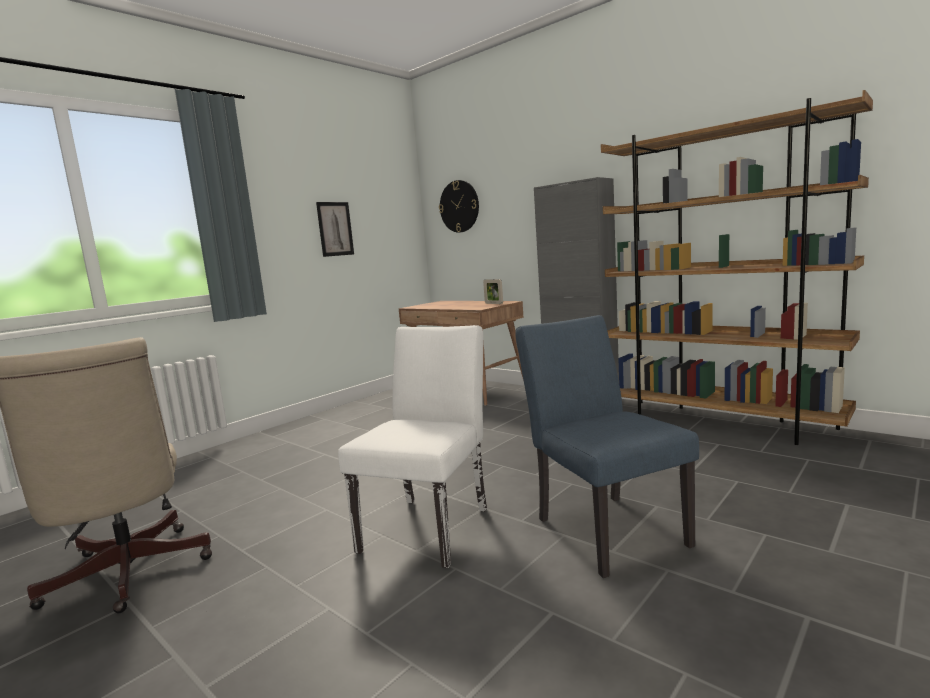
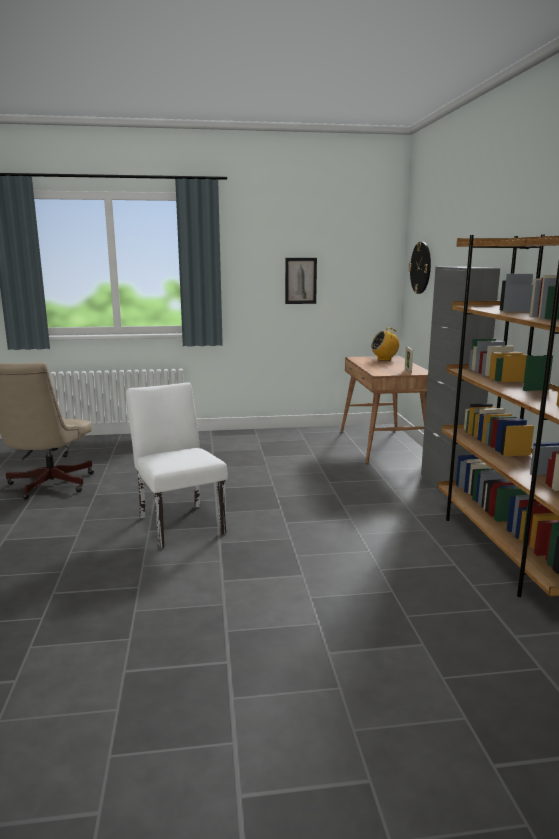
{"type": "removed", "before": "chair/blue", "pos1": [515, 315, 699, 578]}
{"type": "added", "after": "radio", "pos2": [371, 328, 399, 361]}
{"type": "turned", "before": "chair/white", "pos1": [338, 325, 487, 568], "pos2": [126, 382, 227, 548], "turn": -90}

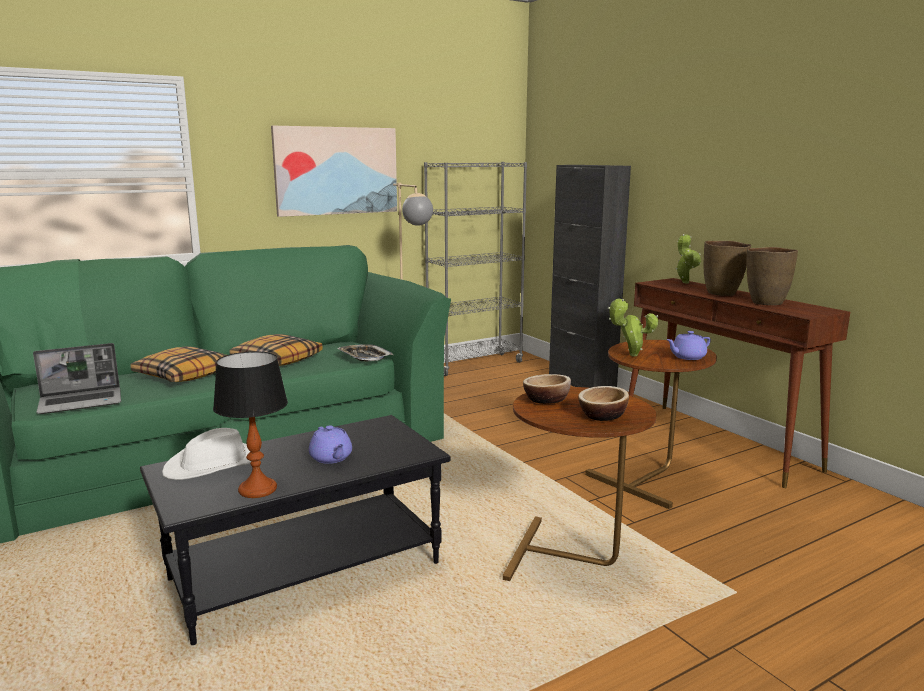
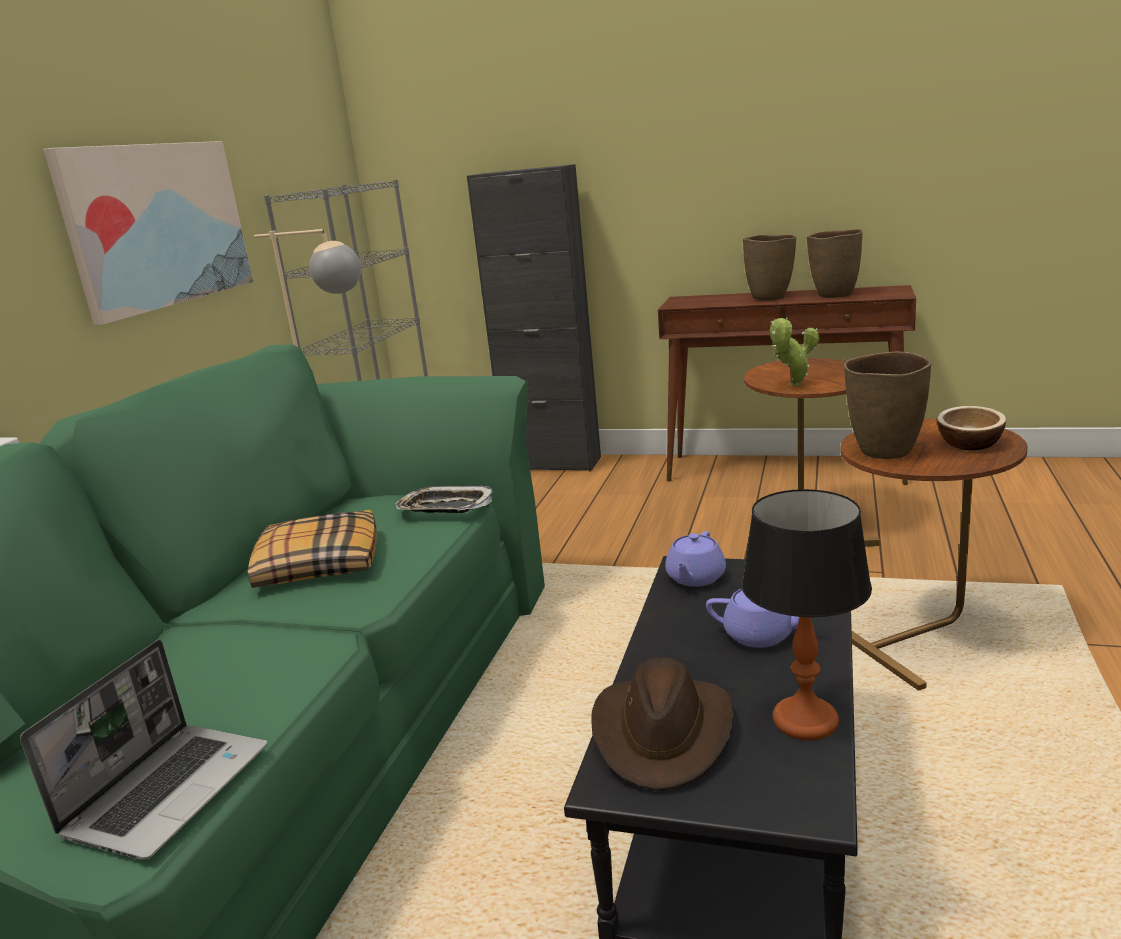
{"type": "removed", "before": "pillow", "pos1": [130, 347, 226, 382]}
{"type": "removed", "before": "potted plant", "pos1": [676, 234, 701, 283]}
{"type": "moved", "before": "teapot/purple", "pos1": [667, 331, 711, 360], "pos2": [665, 531, 726, 587]}
{"type": "replaced", "before": "bowl", "after": "vase/brown", "pos1": [523, 374, 571, 404], "pos2": [844, 352, 931, 459]}
{"type": "recoloured", "before": "hat/white", "after": "hat/brown", "pos1": [162, 428, 251, 480], "pos2": [591, 657, 734, 791]}

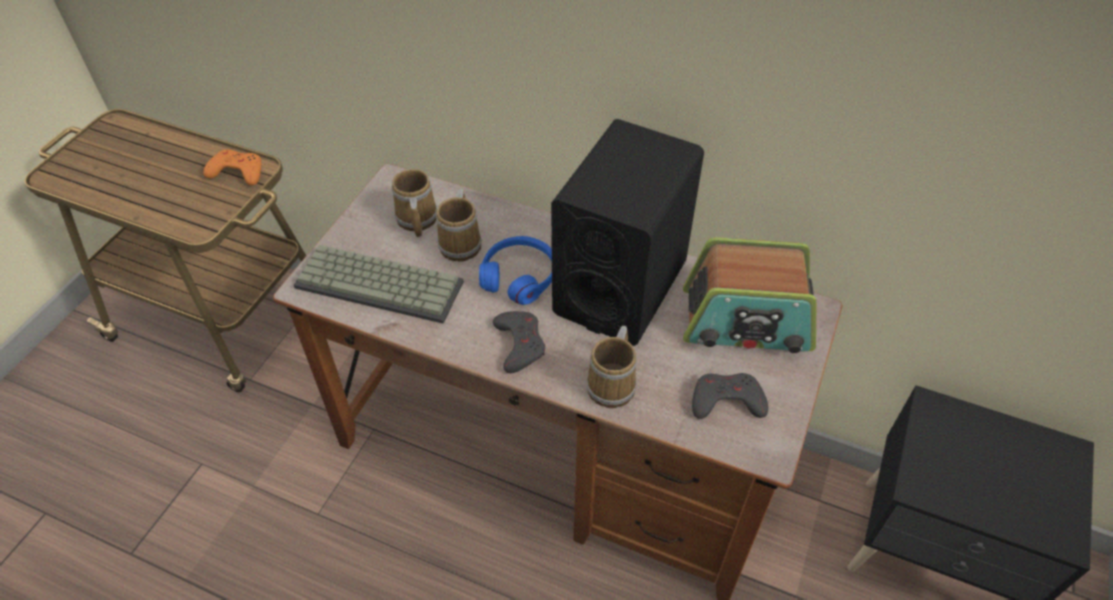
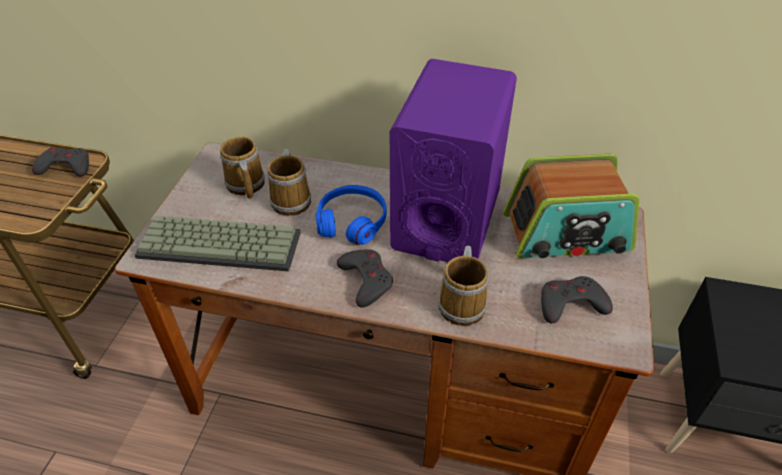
{"type": "recoloured", "before": "game controller/orange", "after": "game controller/grey", "pos1": [203, 150, 261, 185], "pos2": [32, 147, 89, 176]}
{"type": "recoloured", "before": "speaker/black", "after": "speaker/purple", "pos1": [551, 119, 704, 346], "pos2": [390, 59, 517, 262]}

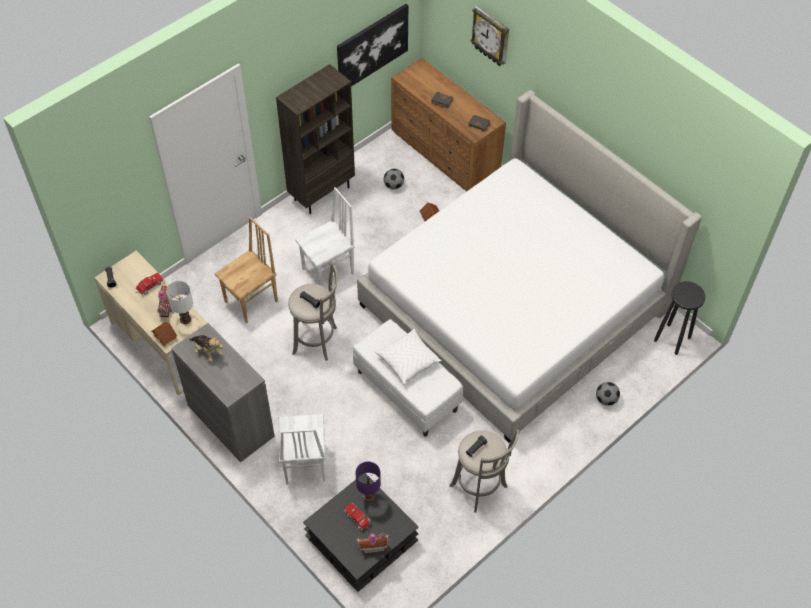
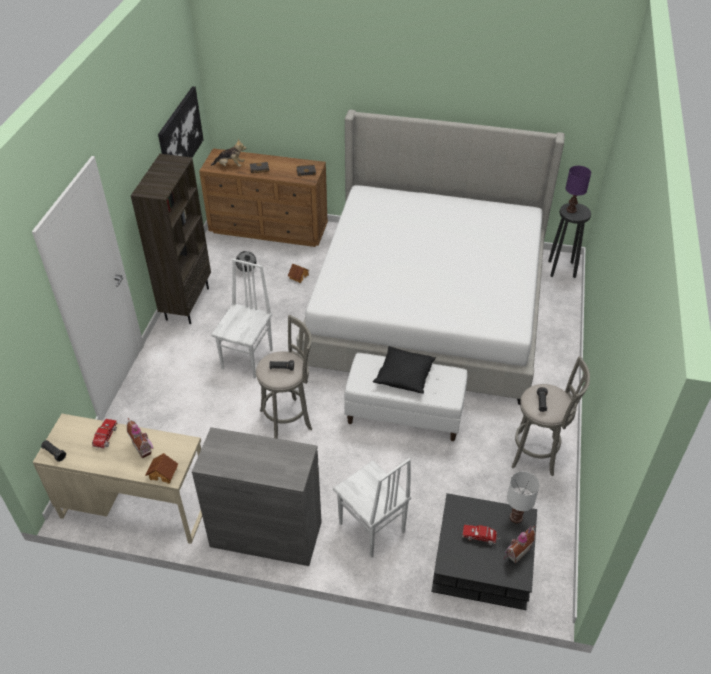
{"type": "removed", "before": "chair/brown", "pos1": [215, 217, 278, 324]}
{"type": "removed", "before": "wall clock", "pos1": [470, 6, 509, 66]}
{"type": "removed", "before": "football", "pos1": [596, 382, 620, 406]}
{"type": "moved", "before": "table lamp/white", "pos1": [166, 281, 193, 324], "pos2": [507, 471, 540, 523]}
{"type": "moved", "before": "plush toy", "pos1": [189, 335, 223, 362], "pos2": [211, 139, 246, 167]}
{"type": "moved", "before": "table lamp/purple", "pos1": [355, 462, 381, 502], "pos2": [565, 166, 591, 213]}
{"type": "recoloured", "before": "pillow/white", "after": "pillow/black", "pos1": [375, 329, 442, 385], "pos2": [373, 346, 436, 394]}

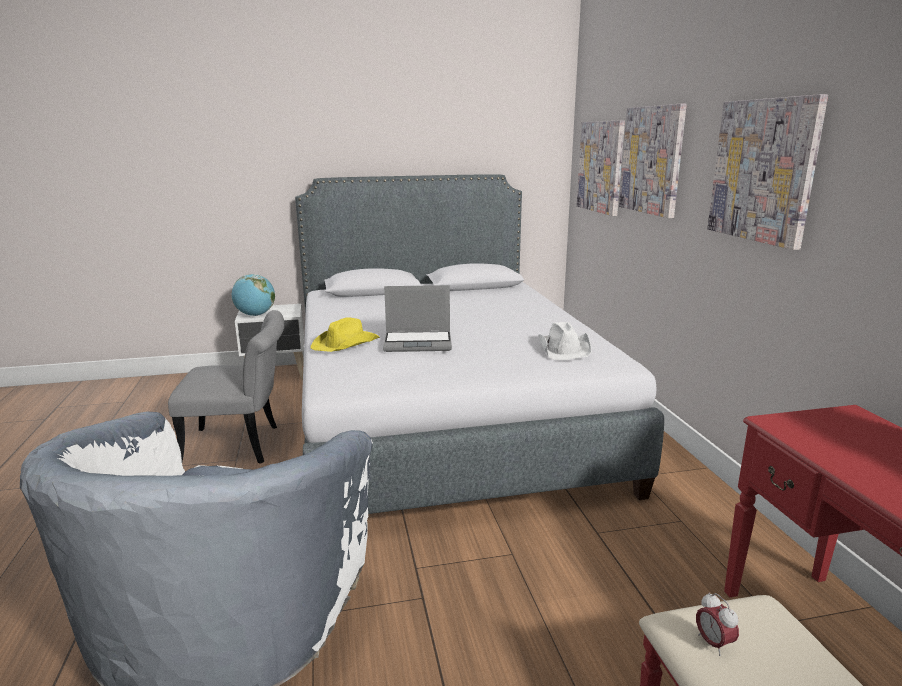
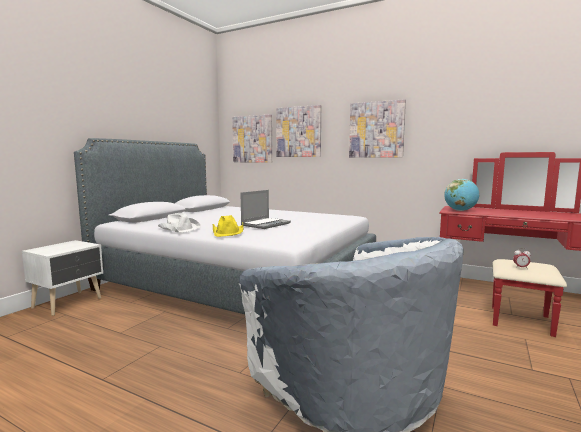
{"type": "removed", "before": "chair/grey", "pos1": [168, 310, 284, 464]}
{"type": "moved", "before": "globe", "pos1": [232, 274, 275, 316], "pos2": [444, 179, 479, 211]}
{"type": "moved", "before": "hat/white", "pos1": [538, 322, 591, 360], "pos2": [158, 213, 201, 233]}

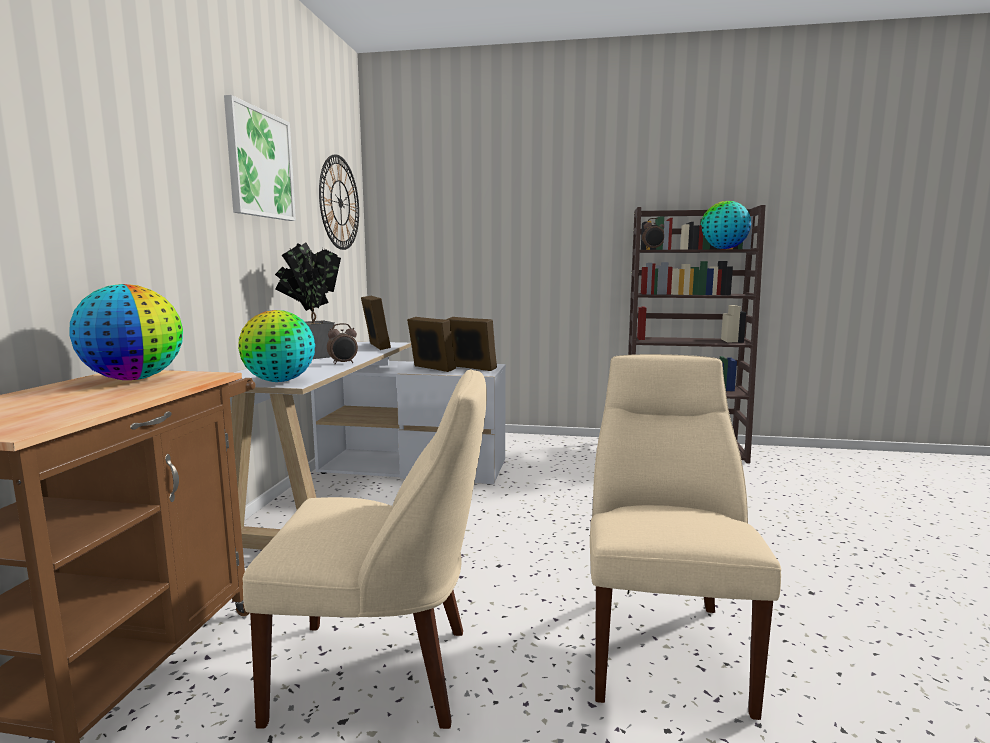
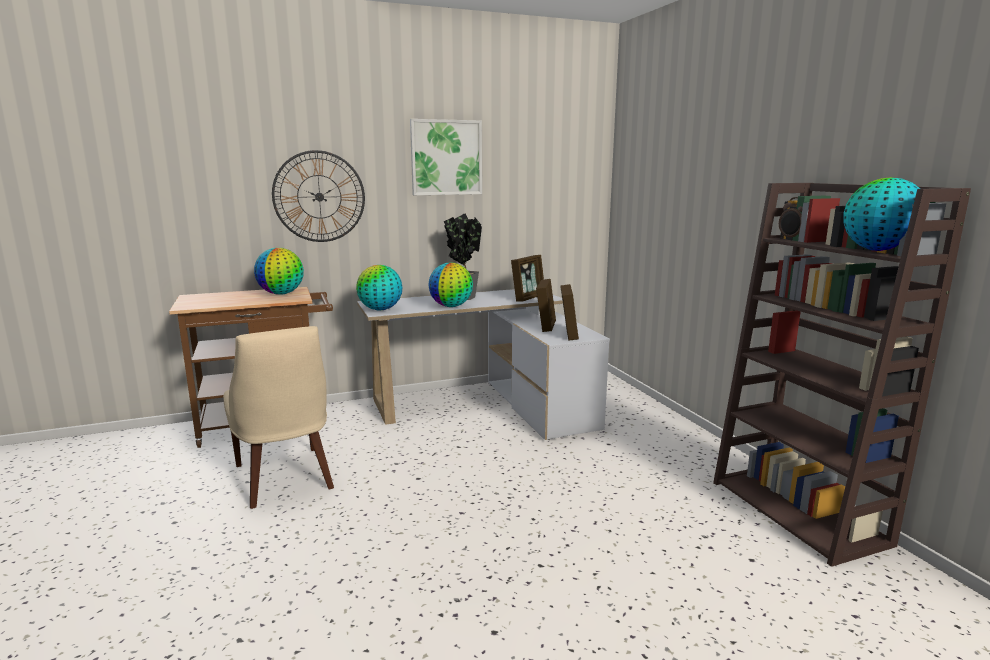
{"type": "removed", "before": "chair/beige", "pos1": [590, 354, 781, 720]}
{"type": "moved", "before": "wall clock", "pos1": [319, 154, 359, 250], "pos2": [272, 150, 365, 242]}
{"type": "replaced", "before": "alarm clock", "after": "globe", "pos1": [327, 323, 358, 365], "pos2": [428, 263, 473, 307]}

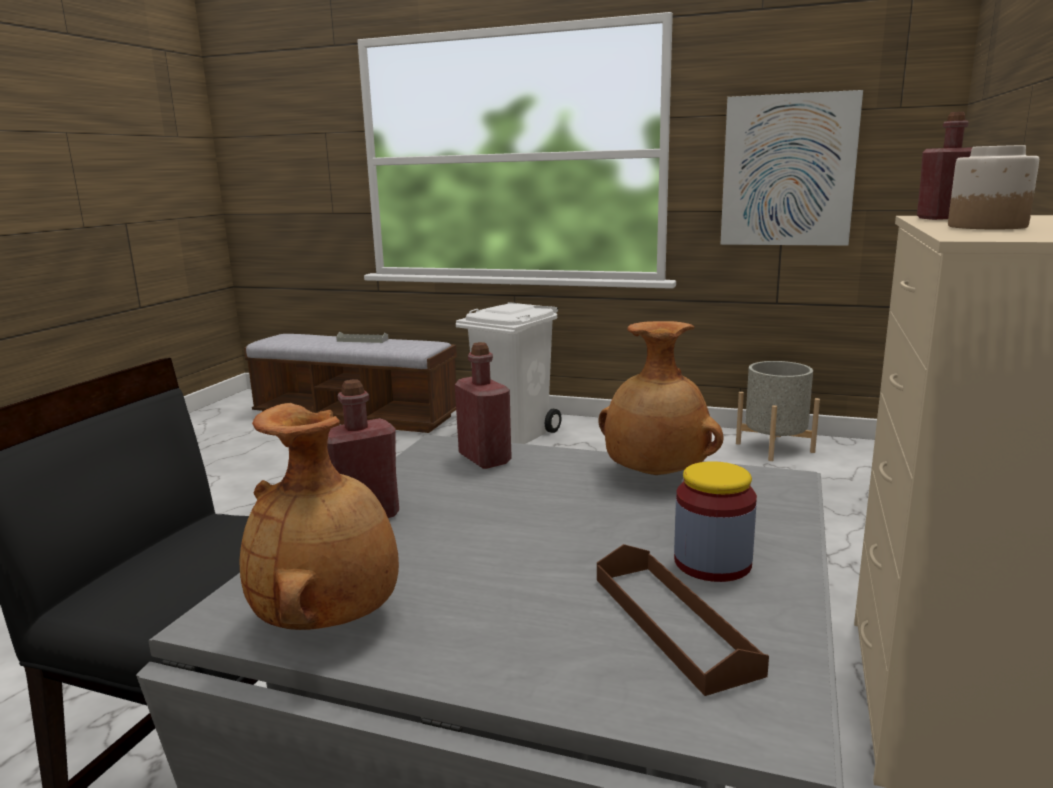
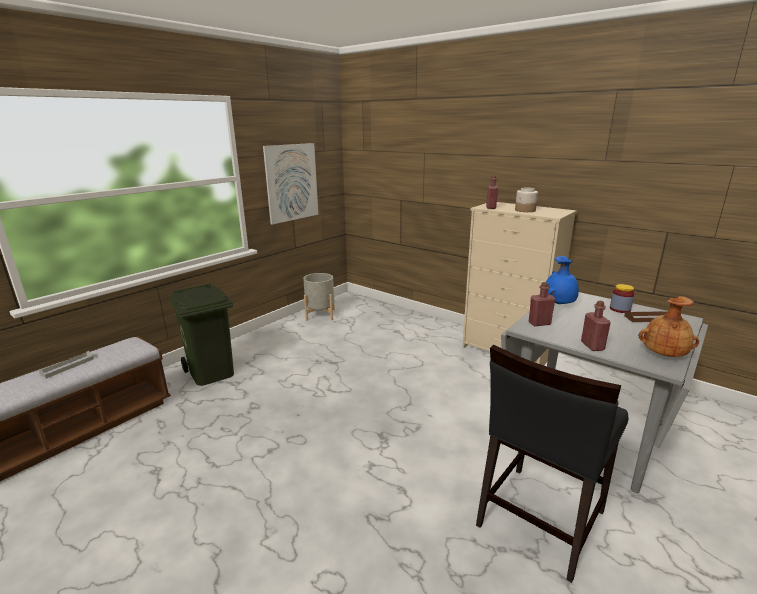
{"type": "recoloured", "before": "trash can/white", "after": "trash can/green", "pos1": [456, 302, 562, 444], "pos2": [169, 284, 234, 386]}
{"type": "recoloured", "before": "vase/brown", "after": "vase/blue", "pos1": [598, 321, 724, 475], "pos2": [546, 256, 579, 304]}

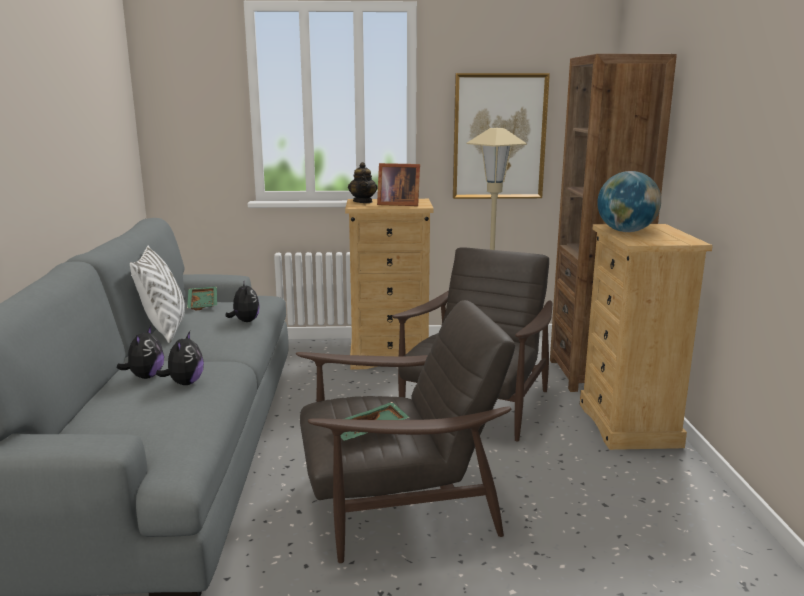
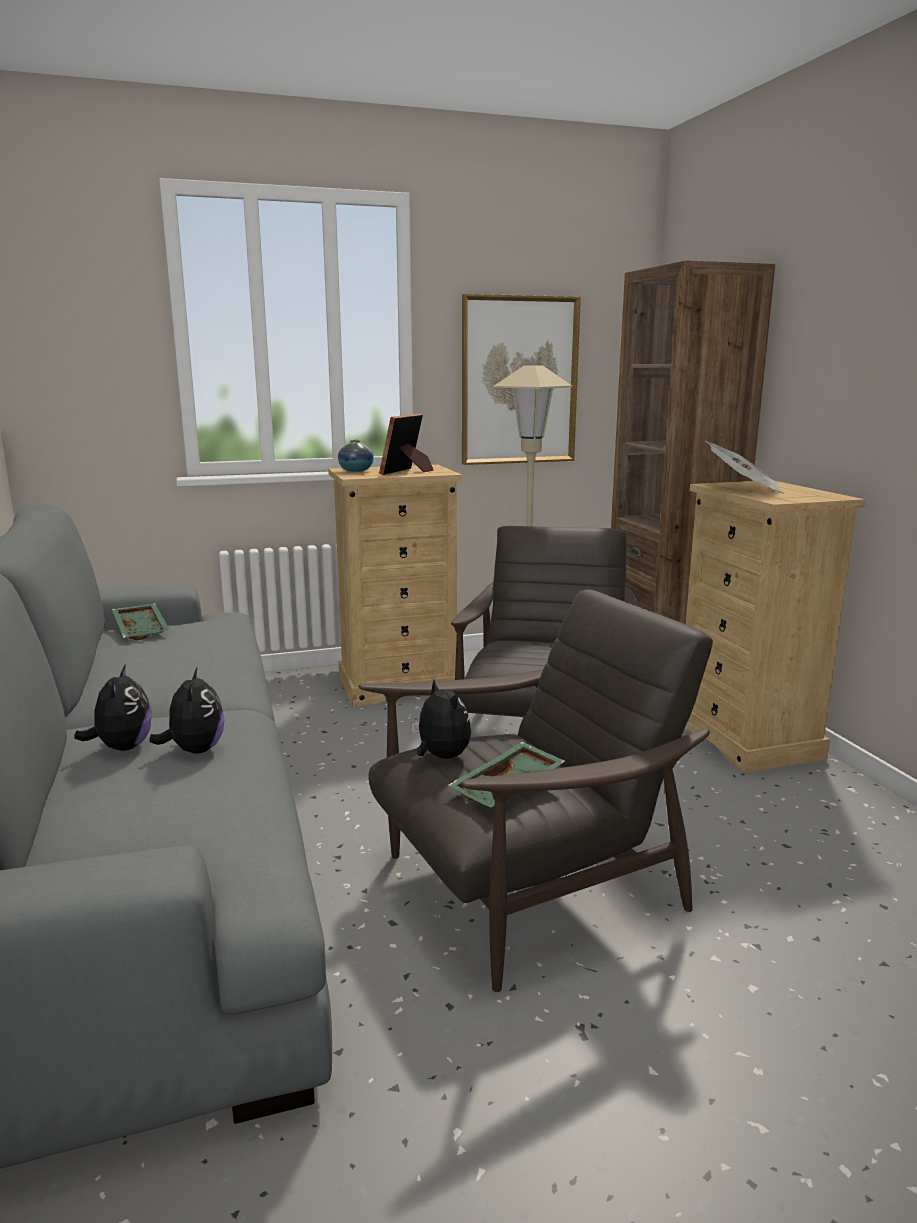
{"type": "removed", "before": "pillow/white", "pos1": [130, 245, 185, 343]}
{"type": "moved", "before": "plush toy", "pos1": [225, 283, 260, 322], "pos2": [412, 680, 471, 759]}
{"type": "replaced", "before": "teapot", "after": "vase", "pos1": [348, 162, 378, 203], "pos2": [338, 440, 374, 472]}
{"type": "replaced", "before": "globe", "after": "newspaper", "pos1": [597, 171, 661, 232], "pos2": [704, 440, 785, 494]}
{"type": "turned", "before": "picture frame", "pos1": [377, 163, 420, 206], "pos2": [379, 414, 433, 475], "turn": 120}

